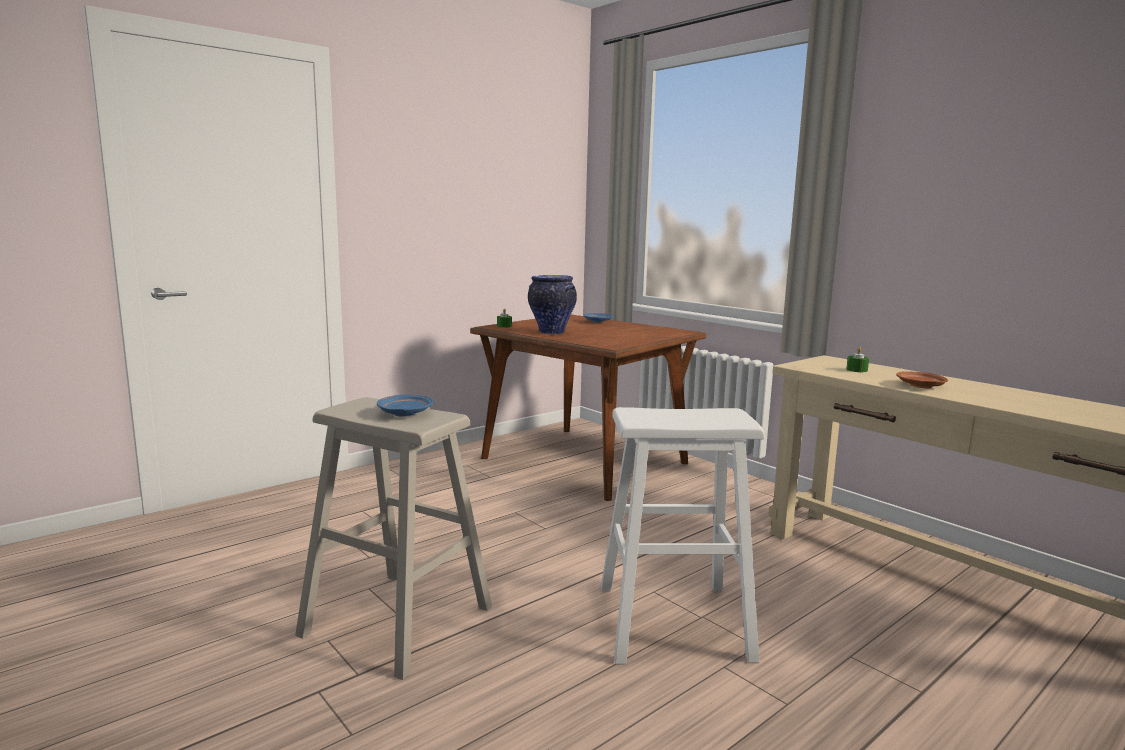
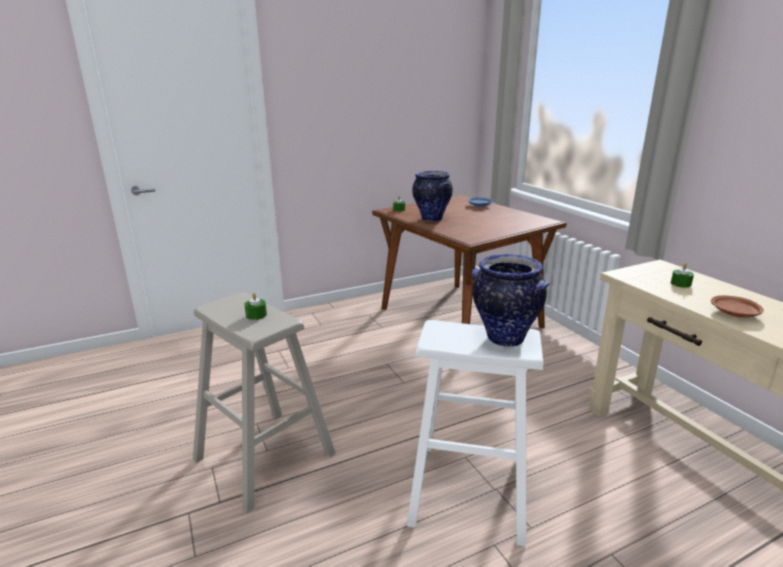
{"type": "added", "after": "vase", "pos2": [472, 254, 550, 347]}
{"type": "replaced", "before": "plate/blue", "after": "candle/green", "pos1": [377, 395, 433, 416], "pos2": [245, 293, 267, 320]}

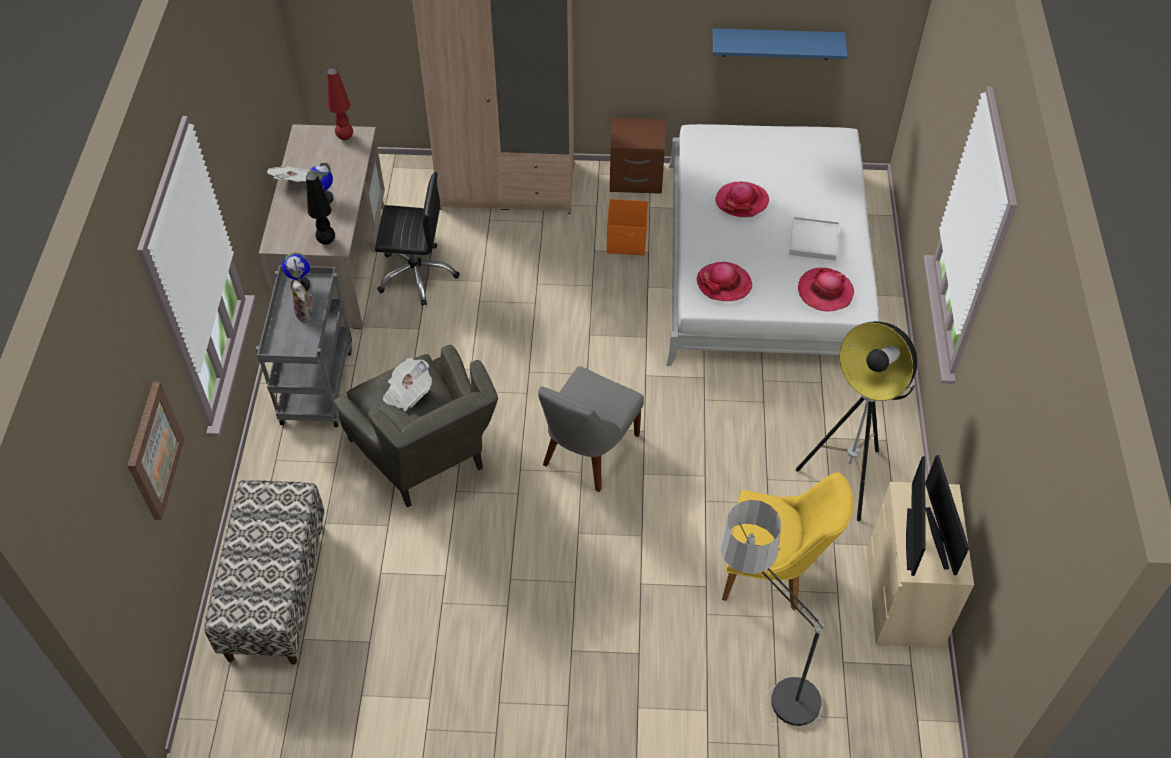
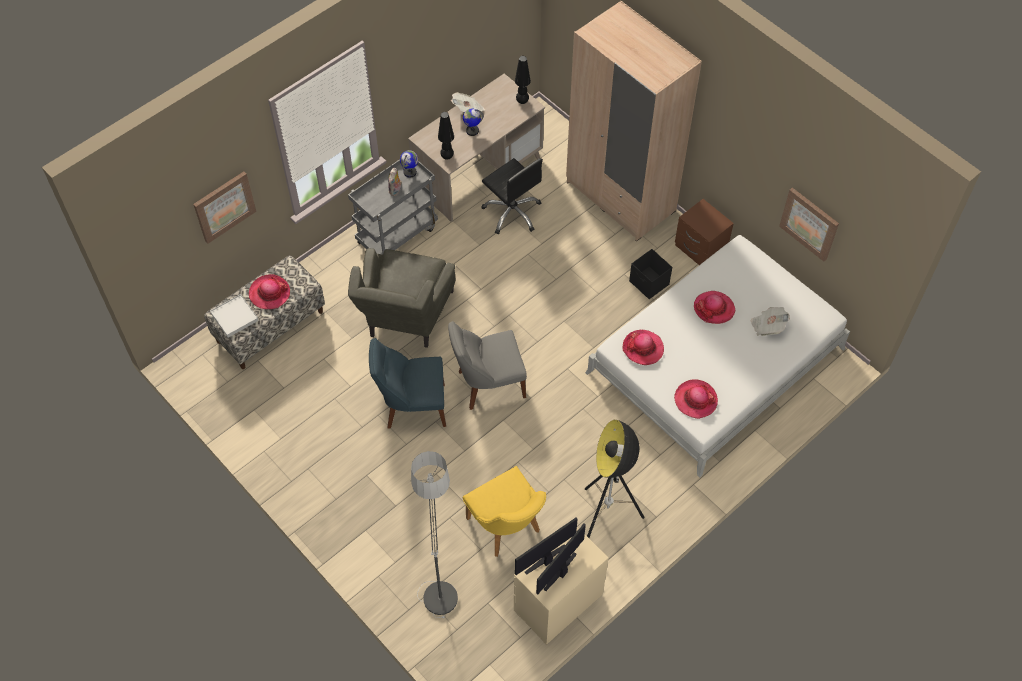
{"type": "added", "after": "hat", "pos2": [249, 274, 290, 309]}
{"type": "added", "after": "chair/blue", "pos2": [369, 338, 446, 429]}
{"type": "moved", "before": "newspaper", "pos1": [383, 358, 432, 411], "pos2": [751, 307, 790, 336]}
{"type": "moved", "before": "tray/white", "pos1": [789, 217, 839, 261], "pos2": [210, 294, 259, 337]}
{"type": "replaced", "before": "shelf/blue", "after": "picture", "pos1": [712, 28, 848, 60], "pos2": [779, 188, 839, 261]}
{"type": "recoloured", "before": "table lamp/red", "after": "table lamp/black", "pos1": [327, 68, 353, 140], "pos2": [515, 56, 531, 104]}
{"type": "recoloured", "before": "storage box/orange", "after": "storage box/black", "pos1": [607, 199, 648, 255], "pos2": [629, 249, 672, 299]}

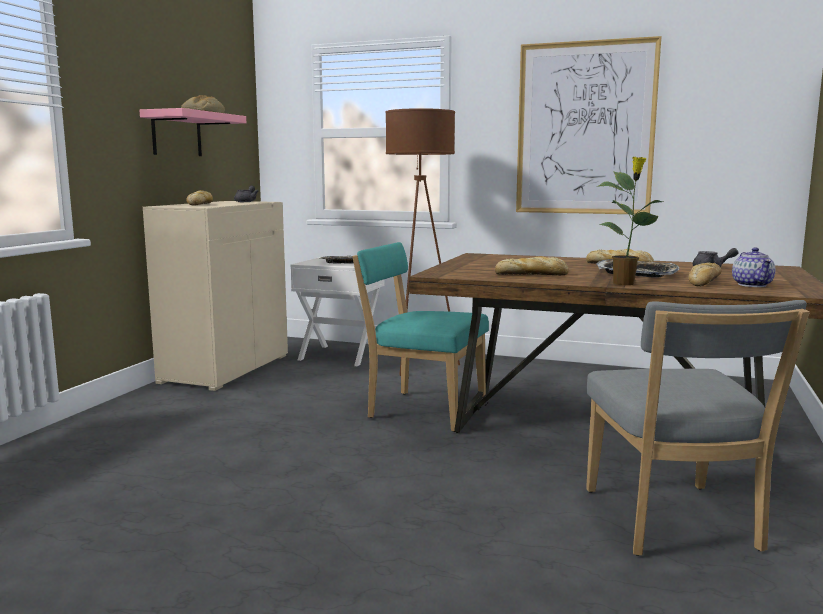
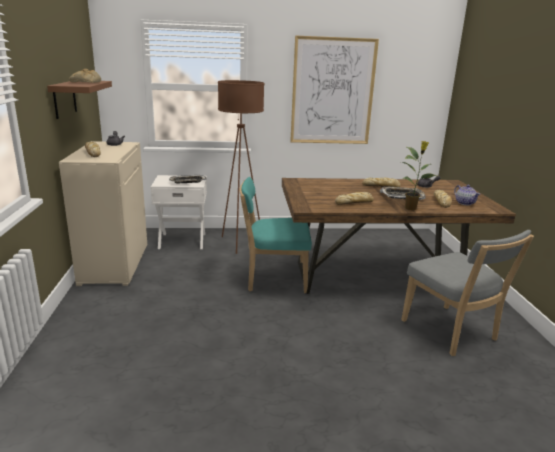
{"type": "recoloured", "before": "shelf/pink", "after": "shelf/brown", "pos1": [139, 108, 246, 156], "pos2": [47, 81, 112, 119]}

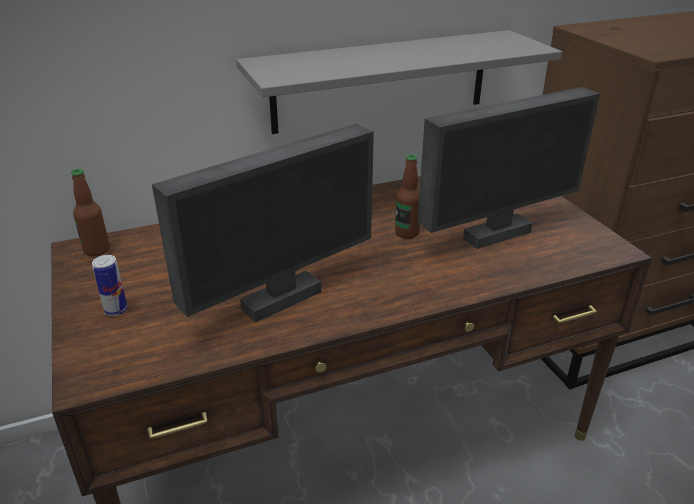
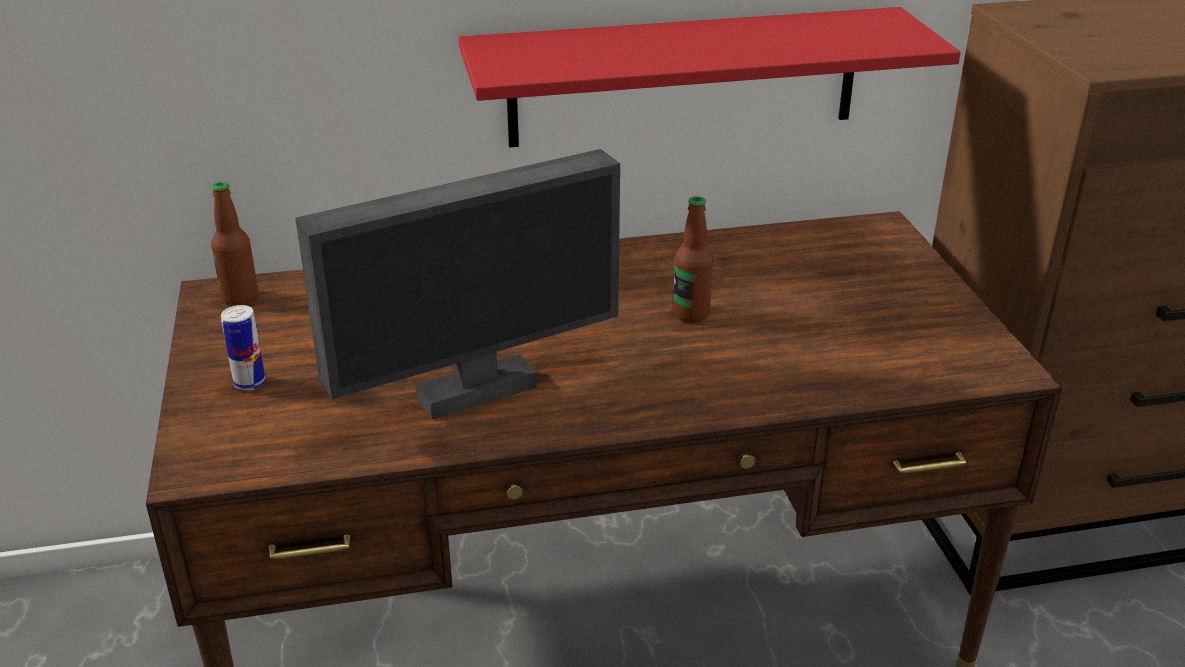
{"type": "removed", "before": "monitor", "pos1": [418, 87, 600, 249]}
{"type": "recoloured", "before": "shelf/grey", "after": "shelf/red", "pos1": [236, 30, 562, 134], "pos2": [459, 7, 961, 148]}

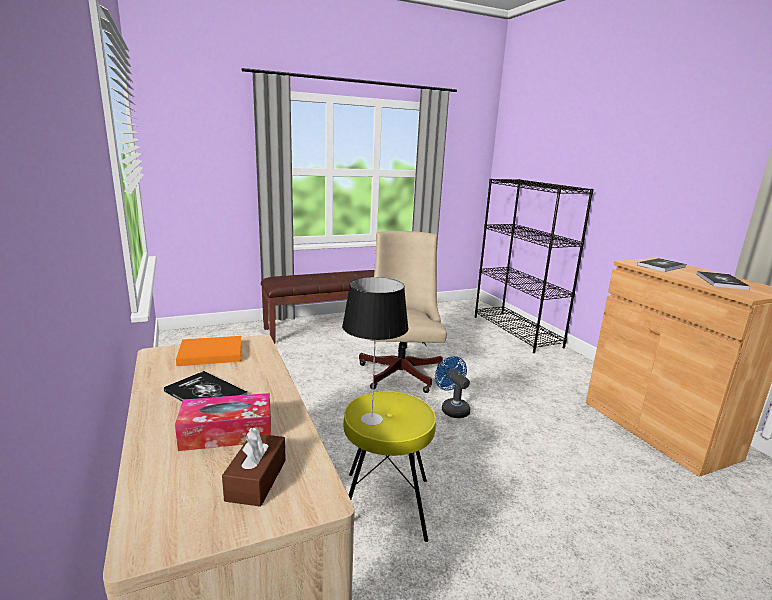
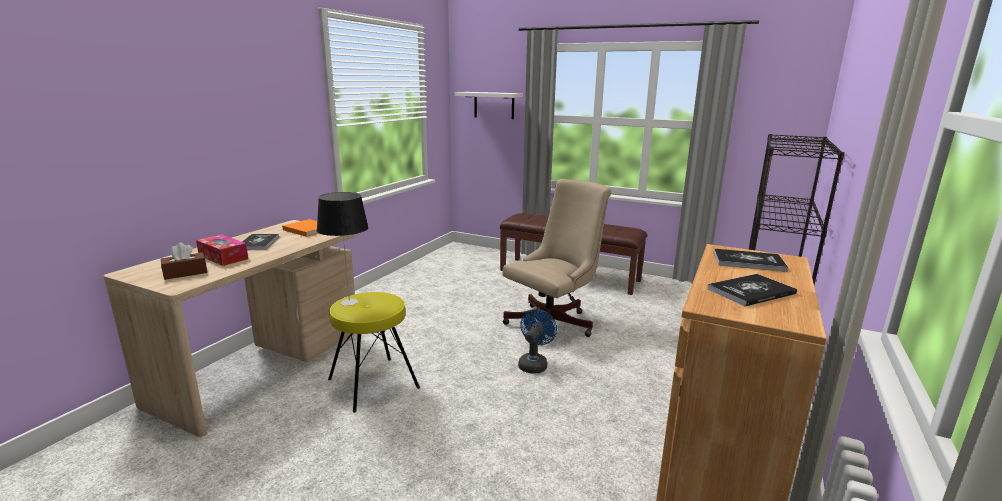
{"type": "added", "after": "shelf/white", "pos2": [455, 92, 523, 119]}

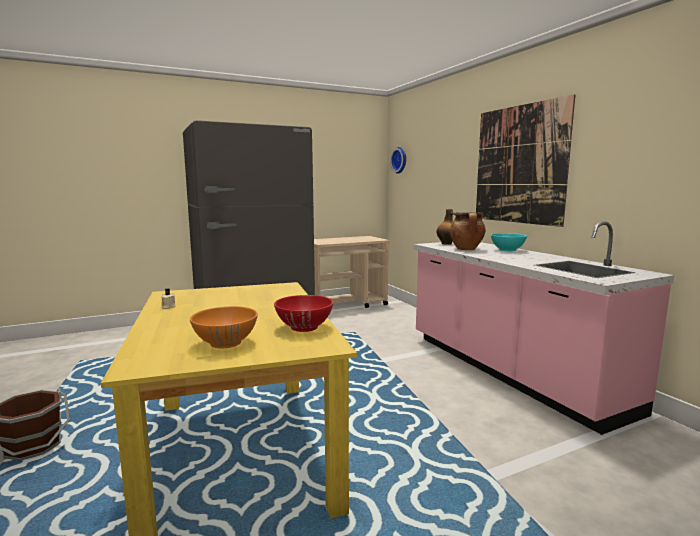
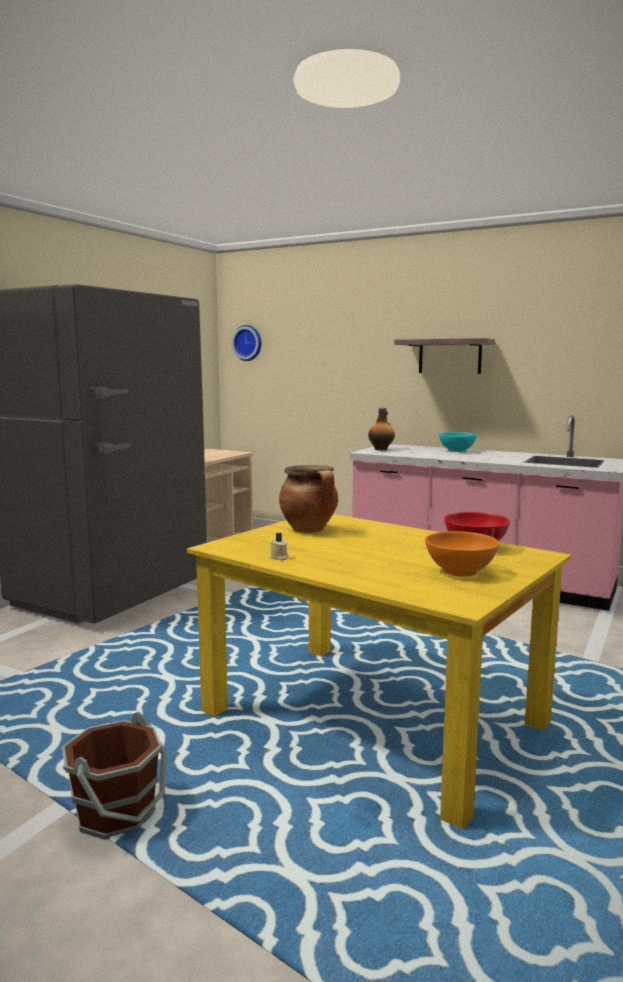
{"type": "moved", "before": "cooking pot", "pos1": [450, 212, 486, 250], "pos2": [279, 465, 338, 533]}
{"type": "replaced", "before": "picture", "after": "shelf", "pos1": [476, 94, 575, 227], "pos2": [394, 338, 495, 374]}

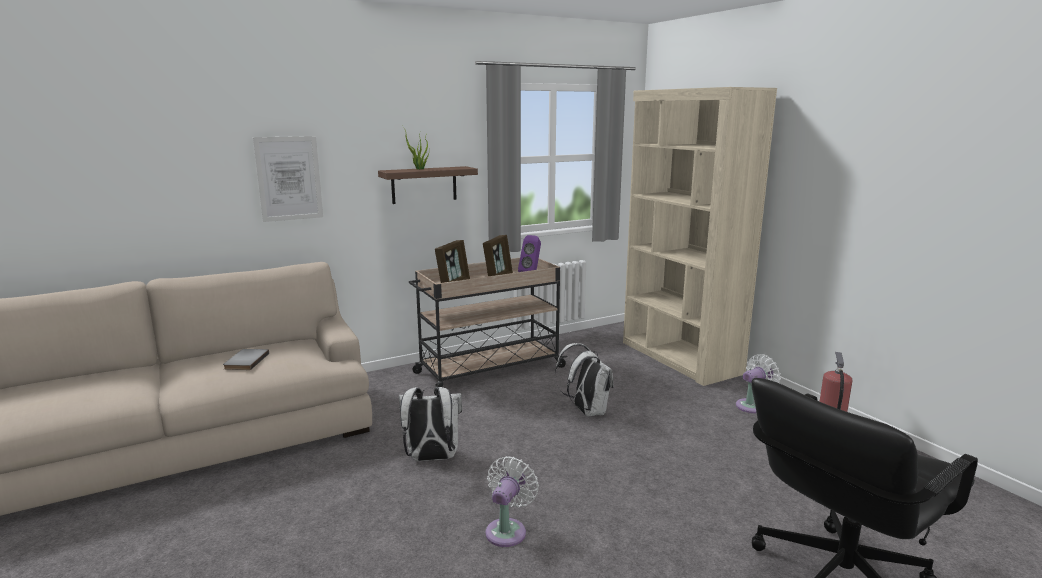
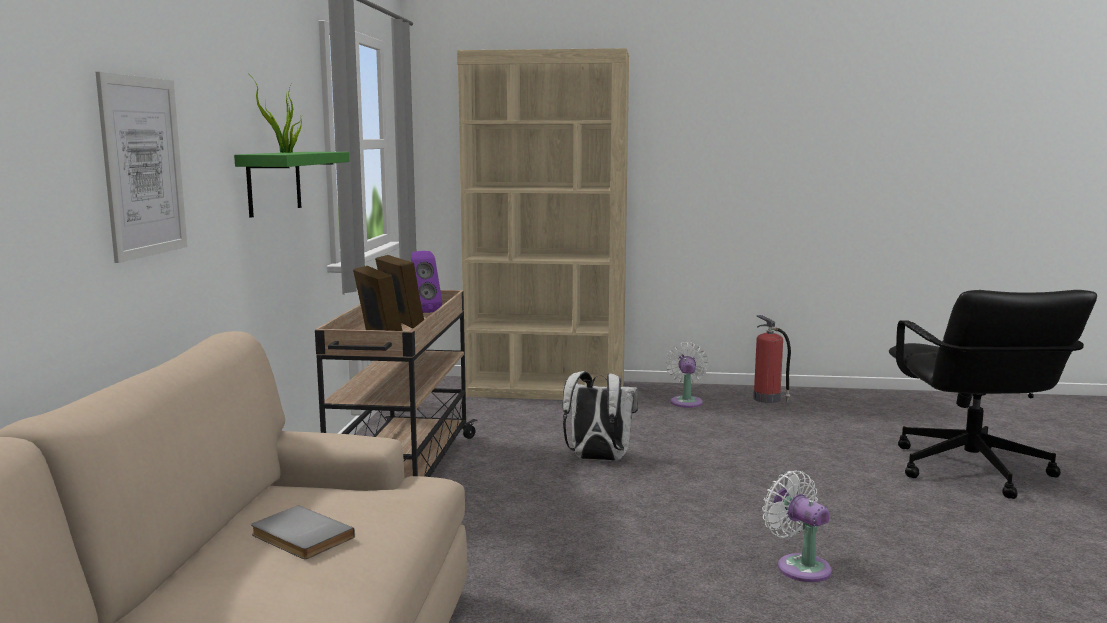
{"type": "removed", "before": "backpack/white", "pos1": [399, 387, 462, 461]}
{"type": "recoloured", "before": "shelf/brown", "after": "shelf/green", "pos1": [378, 166, 478, 204], "pos2": [234, 152, 349, 218]}

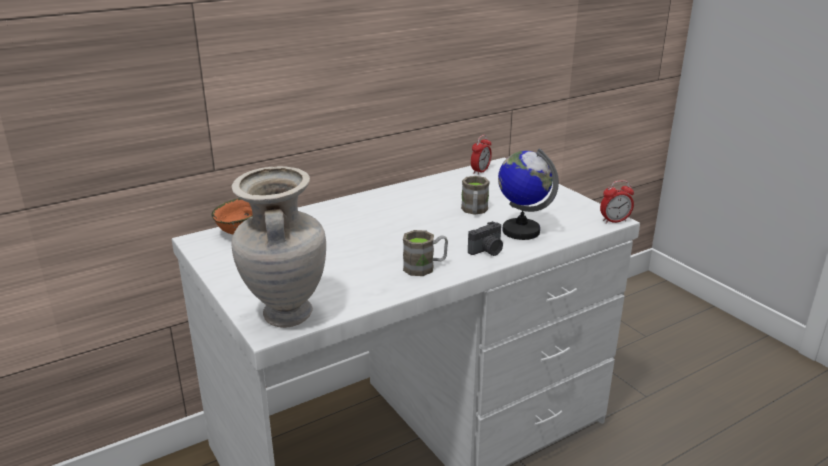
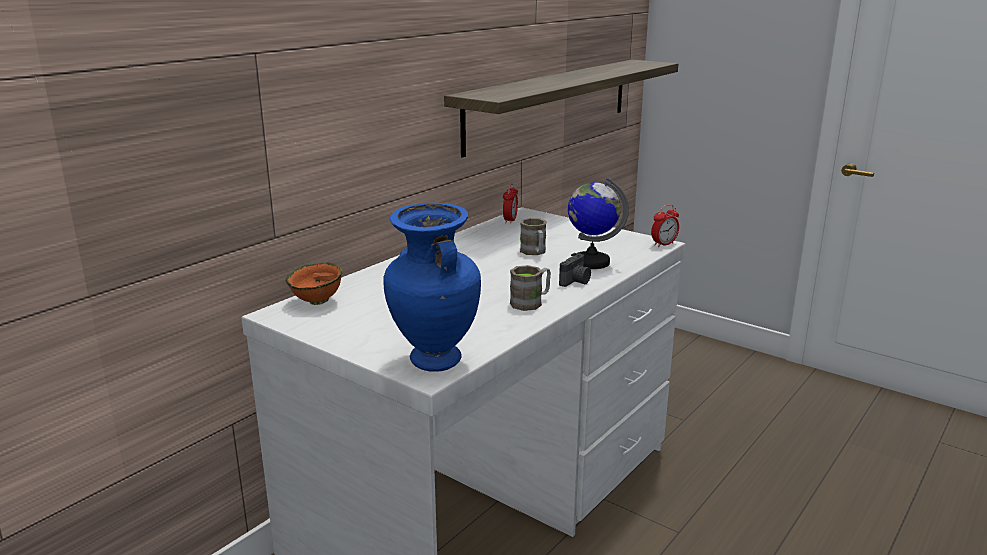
{"type": "added", "after": "shelf", "pos2": [444, 60, 678, 158]}
{"type": "recoloured", "before": "vase/beige", "after": "vase/blue", "pos1": [231, 166, 326, 328], "pos2": [383, 203, 481, 372]}

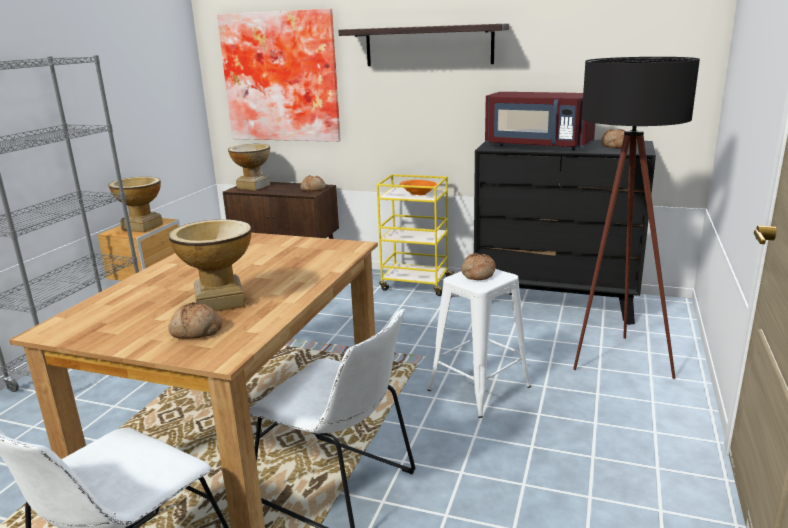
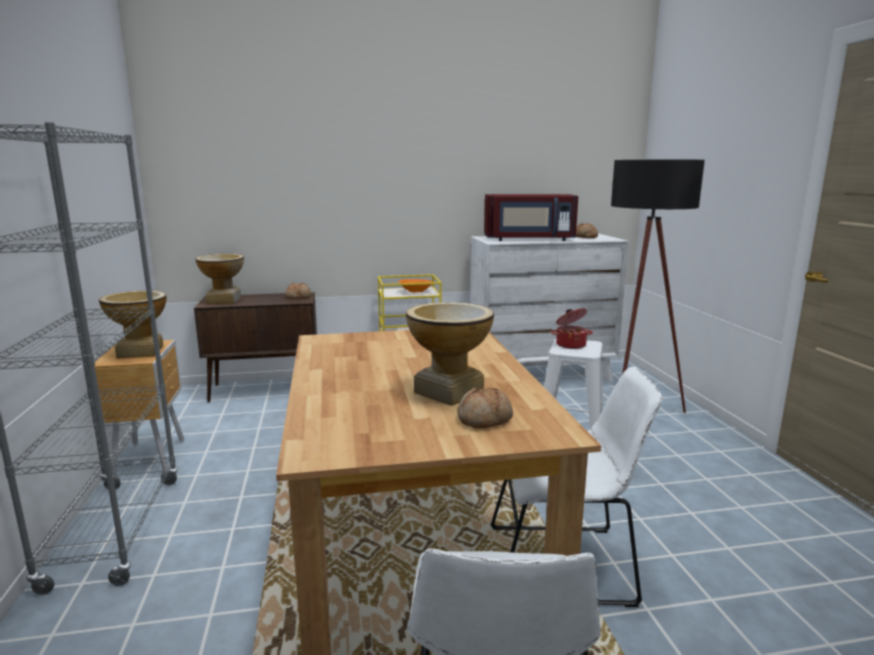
{"type": "removed", "before": "picture", "pos1": [217, 9, 341, 142]}
{"type": "removed", "before": "shelf", "pos1": [338, 23, 509, 66]}
{"type": "replaced", "before": "bread", "after": "cooking pot", "pos1": [461, 253, 496, 280], "pos2": [551, 309, 593, 349]}
{"type": "recoloured", "before": "dresser/black", "after": "dresser/white", "pos1": [474, 140, 656, 325], "pos2": [470, 234, 629, 383]}

